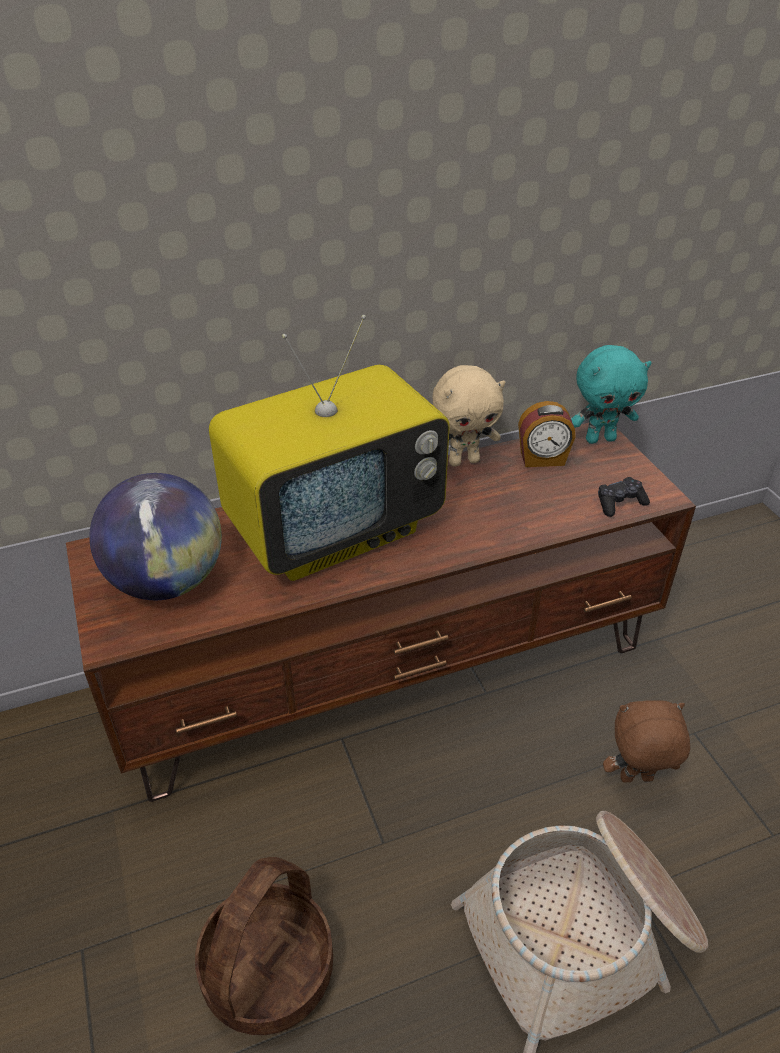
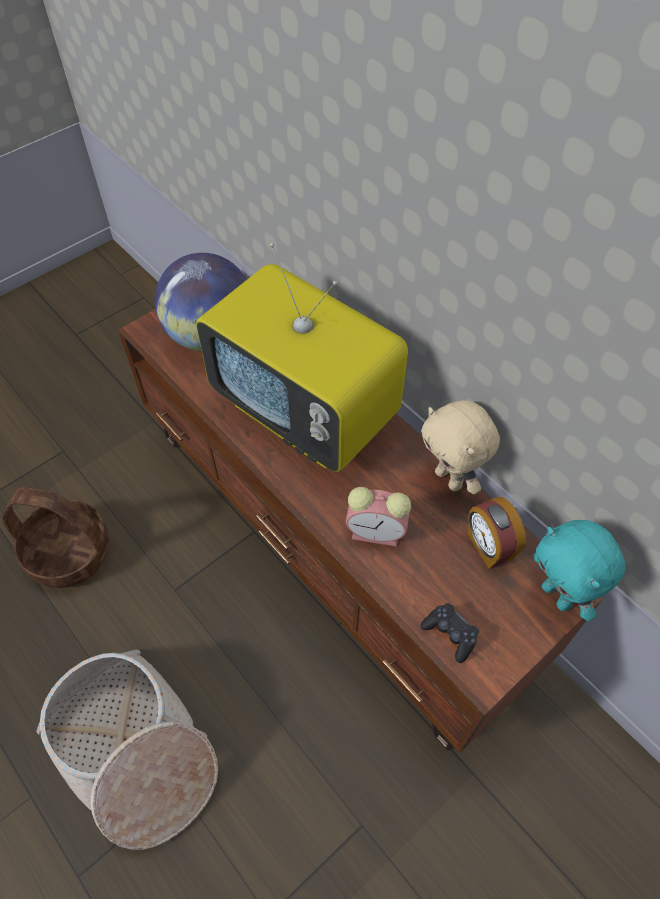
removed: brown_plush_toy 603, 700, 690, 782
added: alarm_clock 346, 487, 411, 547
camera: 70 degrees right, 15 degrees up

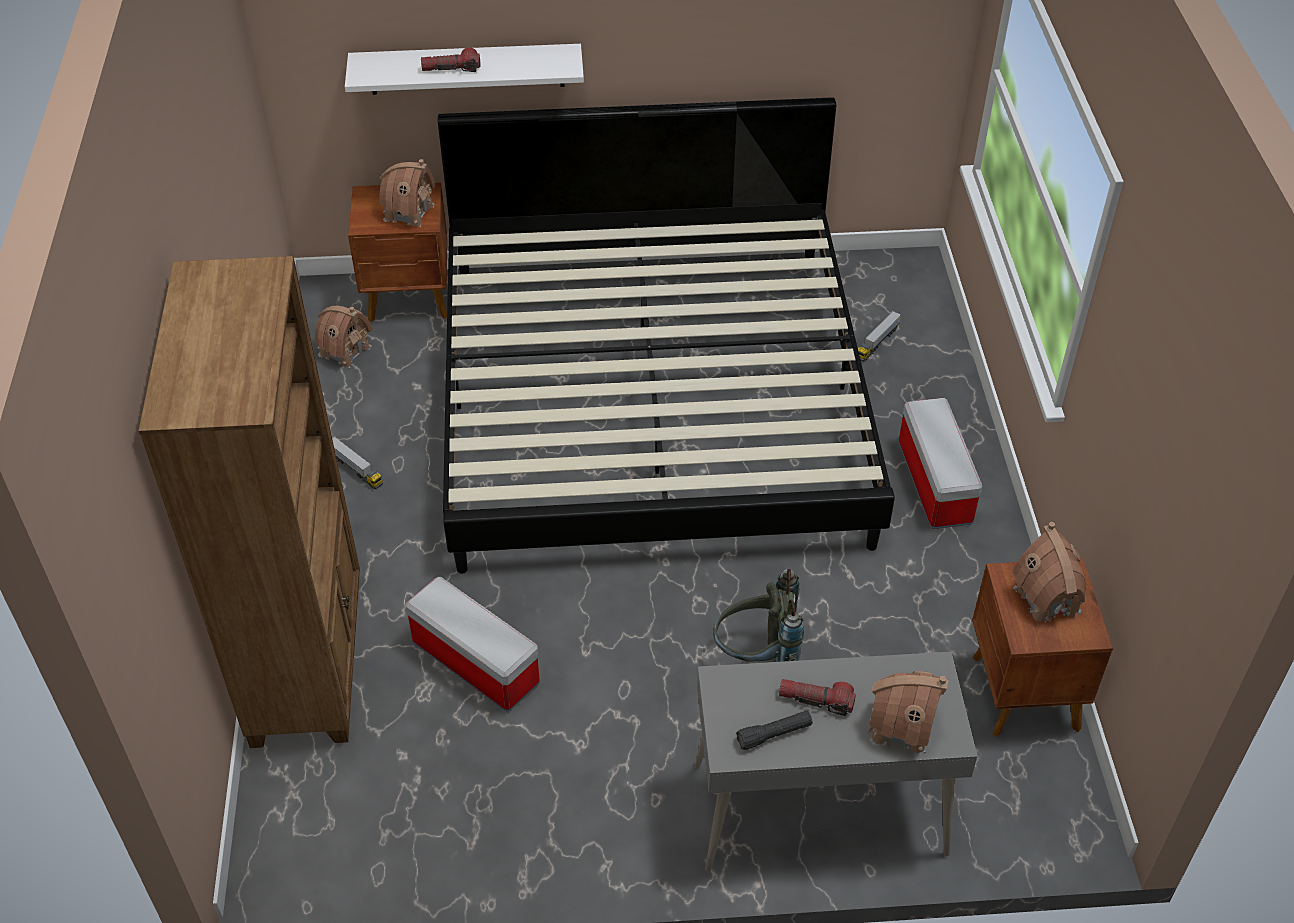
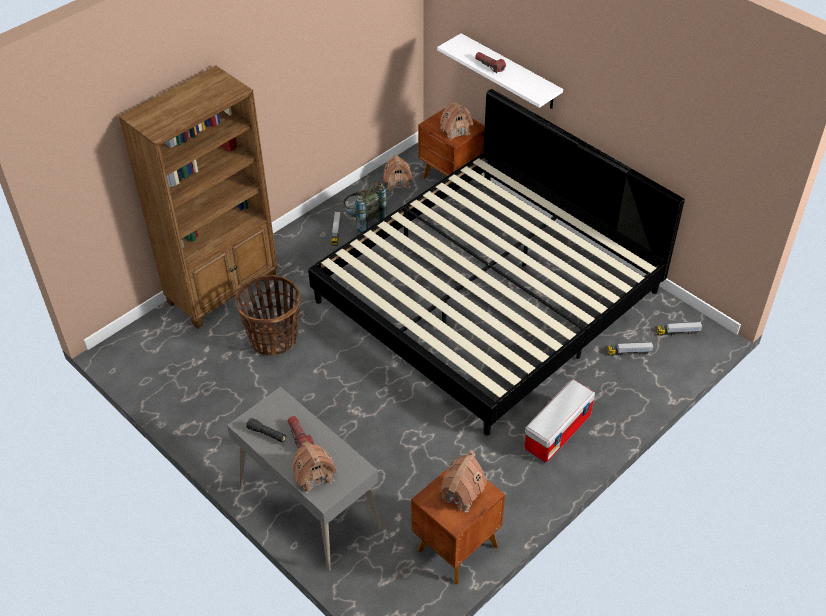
added: toy_truck 656, 322, 702, 336
moved: grey_backpack 713, 569, 804, 662 to 343, 181, 387, 234
replaced: storage_box 406, 577, 540, 711 to basket 235, 275, 300, 355
camera: 50 degrees right, 0 degrees up

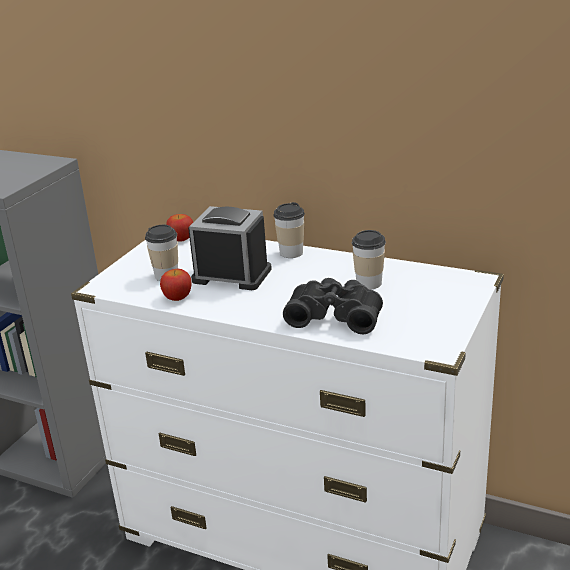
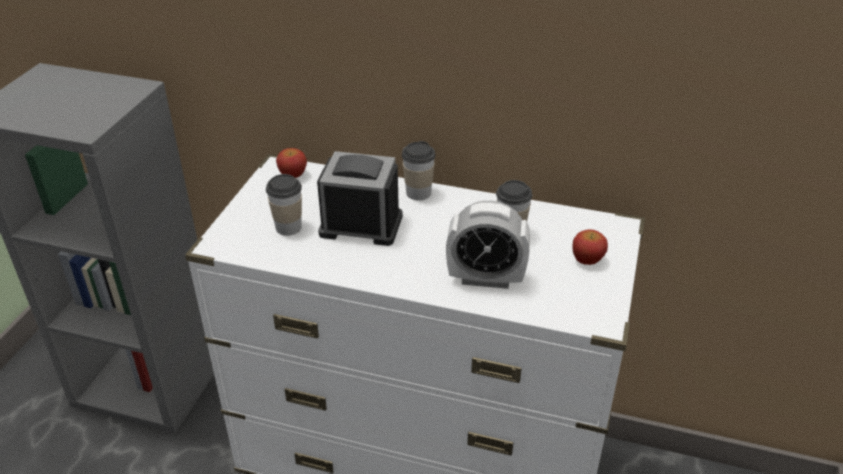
moved: apple 160, 269, 192, 301 to 572, 229, 608, 265
replaced: black_binoculars 283, 278, 383, 334 to alarm_clock 446, 201, 530, 289
camera: 10 degrees left, 10 degrees up

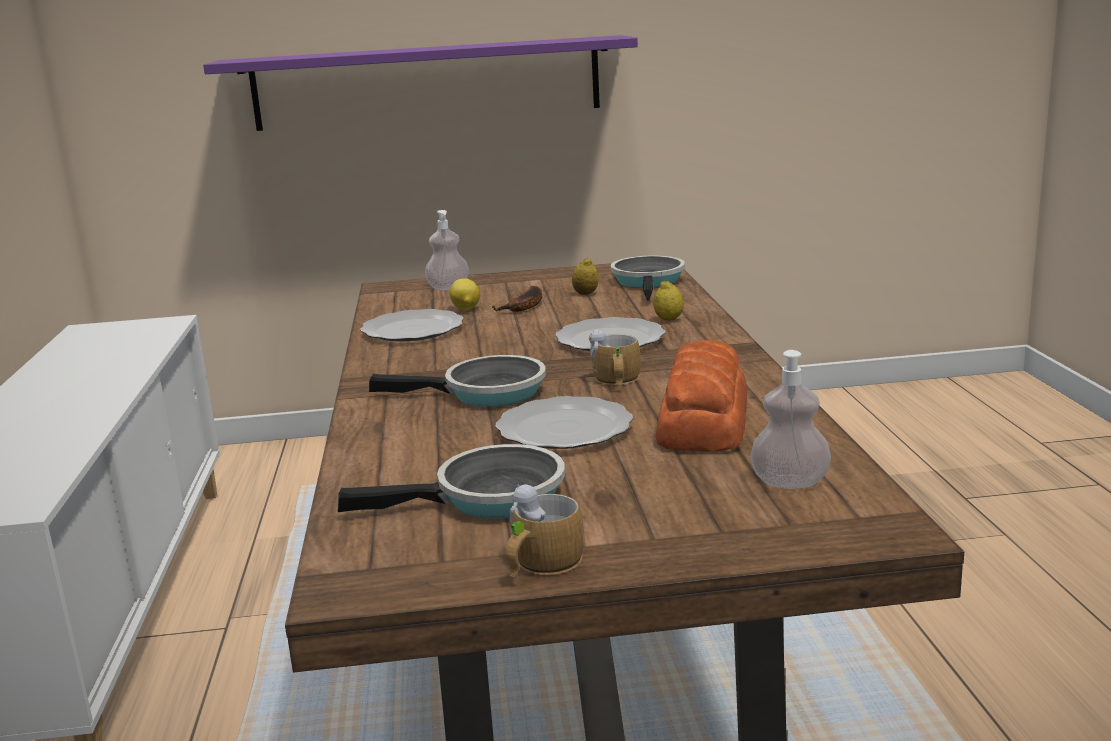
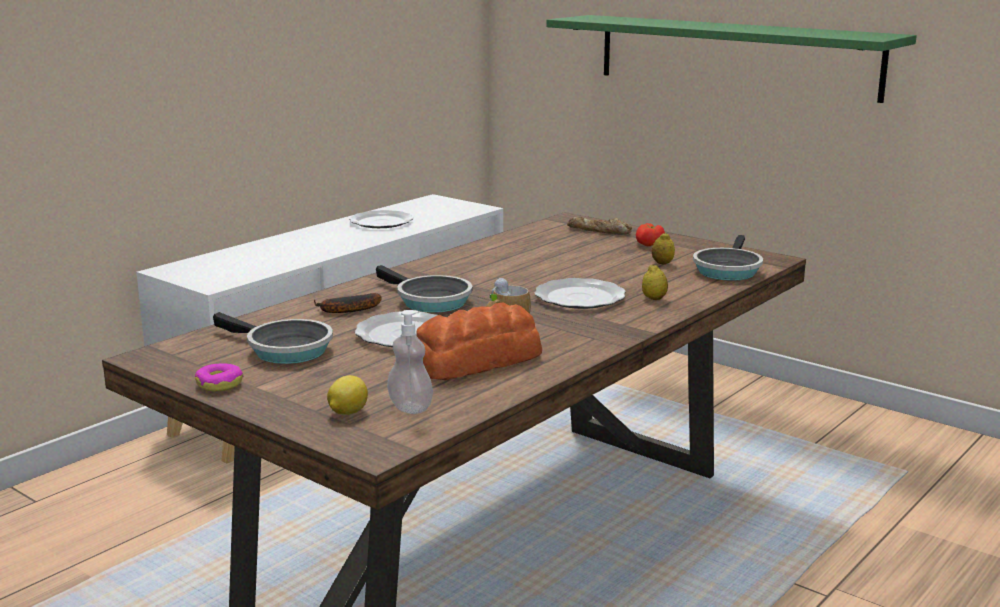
added: tomato 636, 223, 665, 246
moved: lemon 449, 278, 480, 310 to 327, 375, 368, 415; banana 492, 286, 542, 312 to 314, 293, 382, 313; plate 361, 309, 464, 341 to 349, 210, 414, 228
replaced: soap_dispenser 425, 210, 469, 290 to bread 567, 217, 632, 235; mug 505, 484, 584, 578 to donut 195, 363, 243, 392
recoloured: purple_shelf 203, 35, 638, 131 to green_shelf 546, 15, 917, 103
turned: frying_pan 611, 255, 685, 301 = 693, 235, 763, 281 150 degrees clockwise
camera: 45 degrees right, 0 degrees up

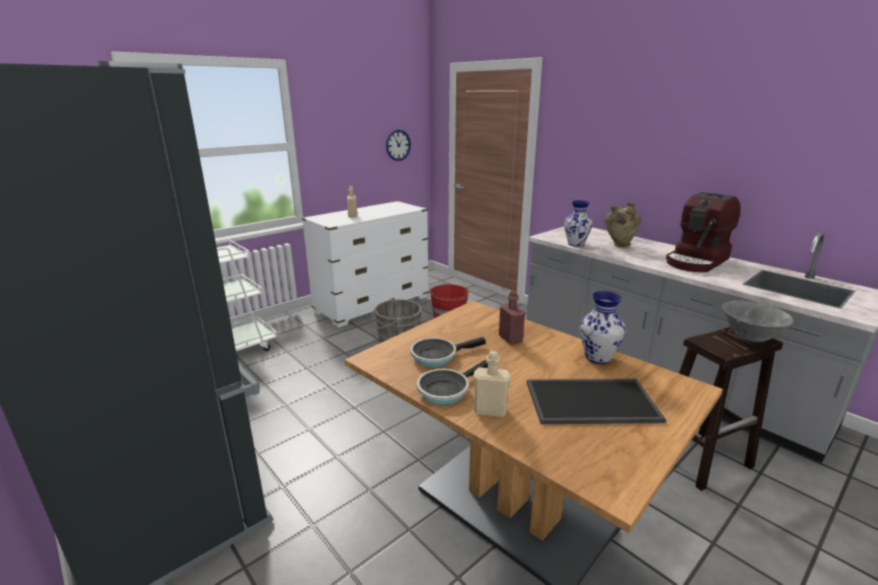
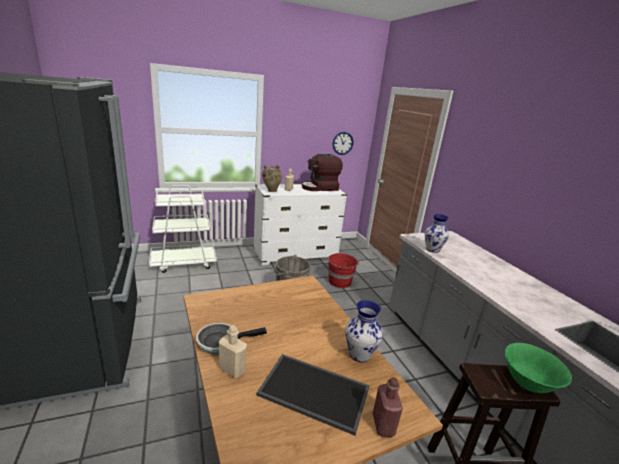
removed: frying_pan 410, 337, 486, 367
moved: coffee_machine 666, 192, 741, 272 to 302, 154, 343, 191; beige_vase 605, 202, 641, 247 to 262, 165, 282, 192; red_bottle 499, 290, 525, 345 to 373, 377, 403, 437
recoloured: grey_bowl 723, 300, 794, 342 to green_bowl 505, 343, 572, 393
camera: 20 degrees right, 0 degrees up

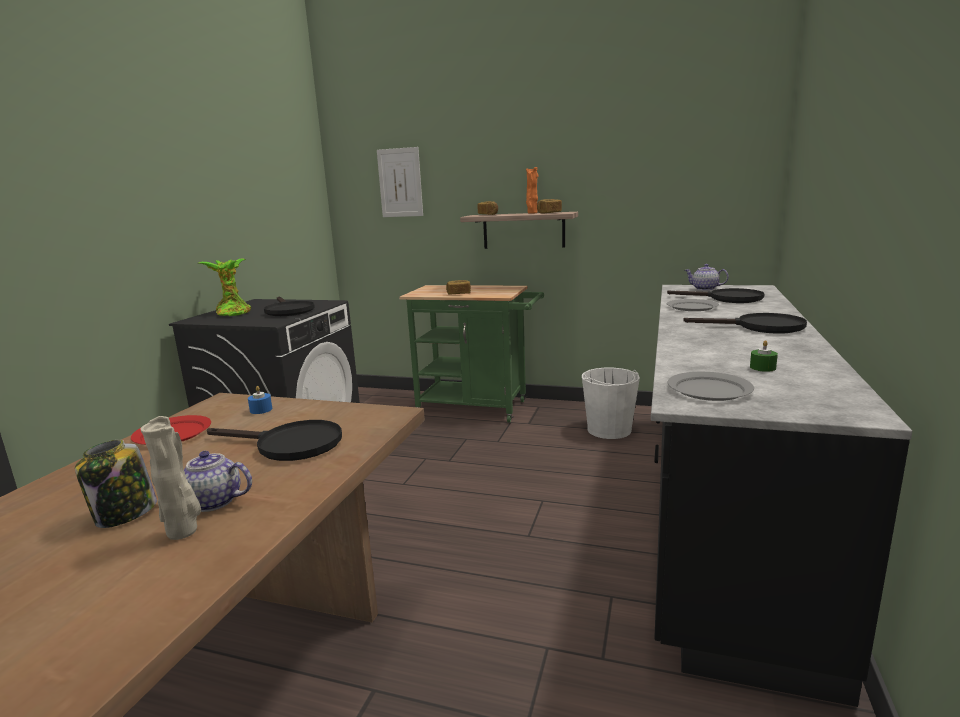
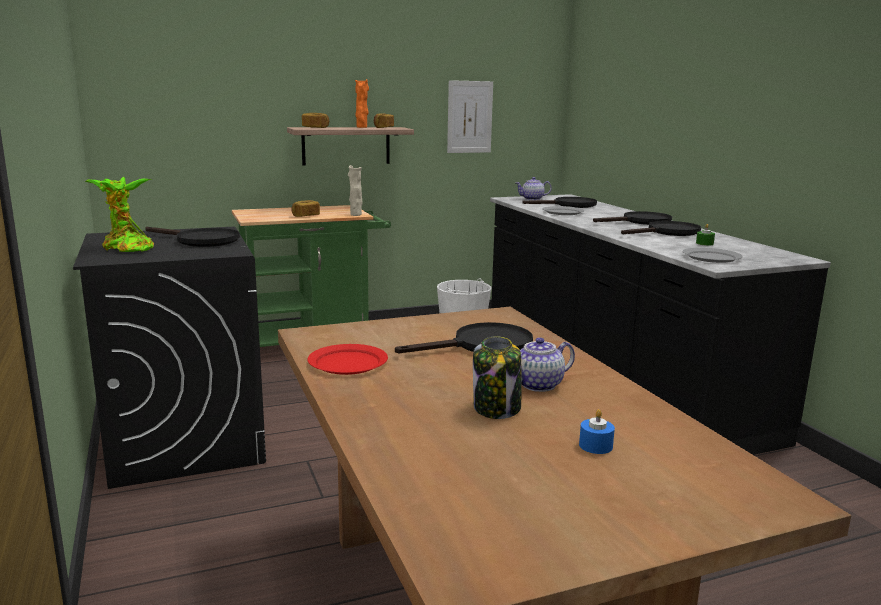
added: black_frying_pan 621, 221, 701, 236
moved: picture 377, 147, 423, 217 to 447, 80, 493, 153; blue_candle 248, 386, 272, 414 to 579, 409, 615, 454; beige_vase 140, 416, 201, 540 to 348, 165, 363, 216
camera: 40 degrees left, 0 degrees up

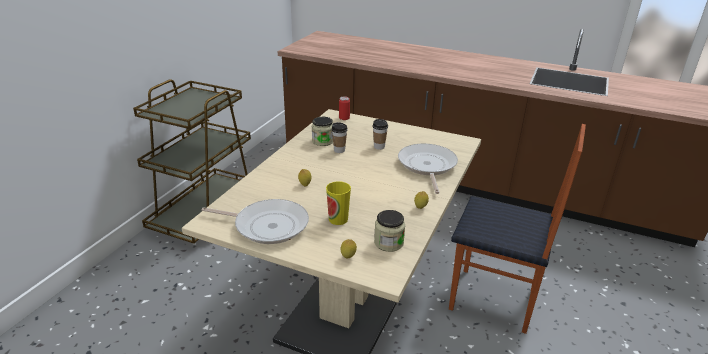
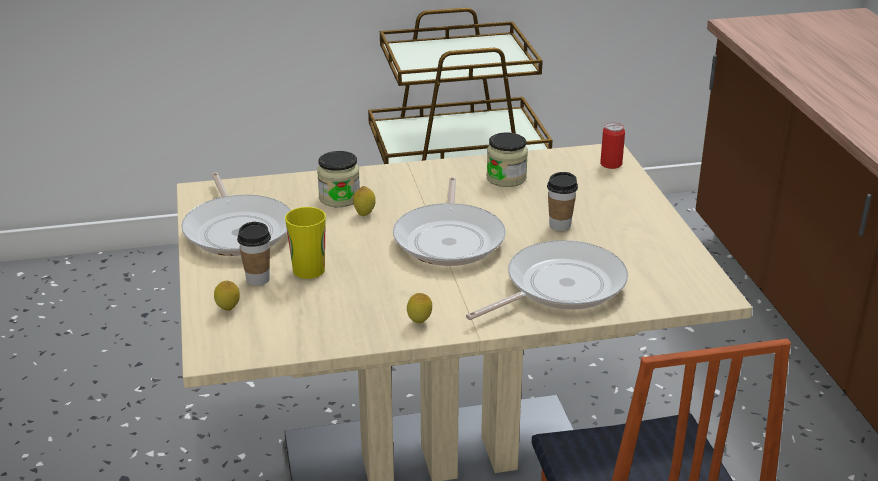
added: frying_pan 393, 177, 506, 266
moved: cup 332, 122, 348, 153 to 237, 222, 271, 286; jar 374, 210, 405, 252 to 317, 151, 360, 207
camera: 55 degrees right, 0 degrees up

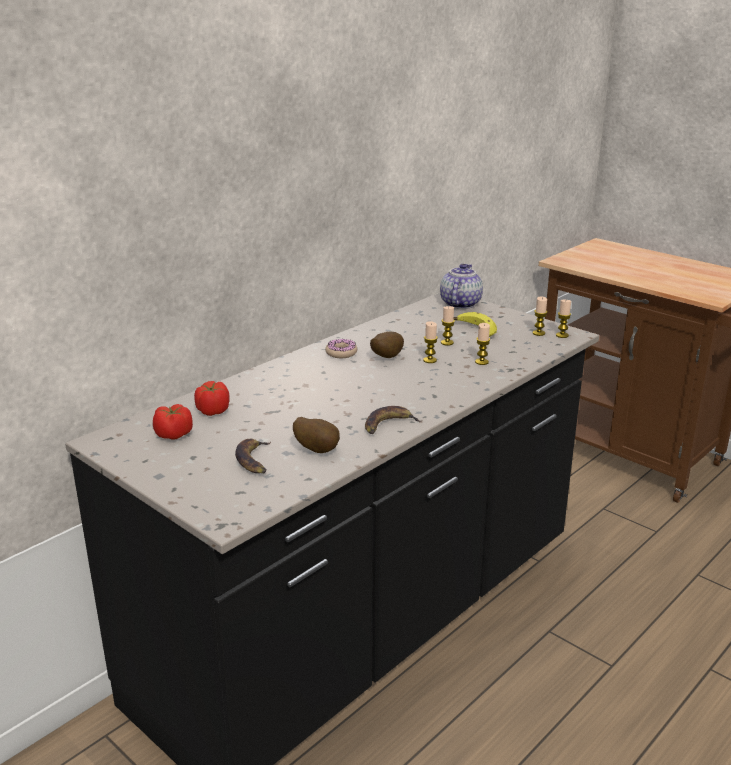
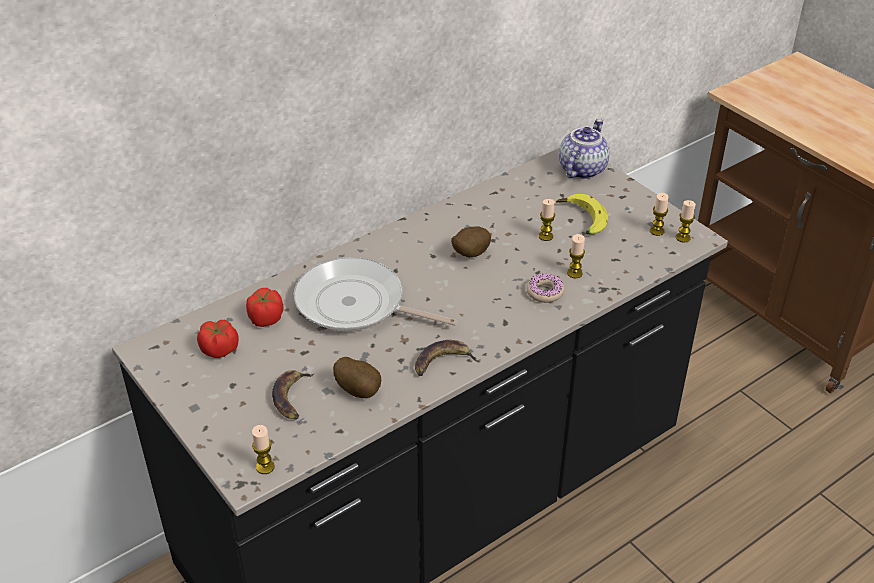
added: frying_pan 294, 257, 457, 331
moved: candle 423, 321, 438, 363 to 252, 425, 275, 474; donut 325, 339, 357, 358 to 526, 274, 564, 303
camera: 10 degrees right, 15 degrees up

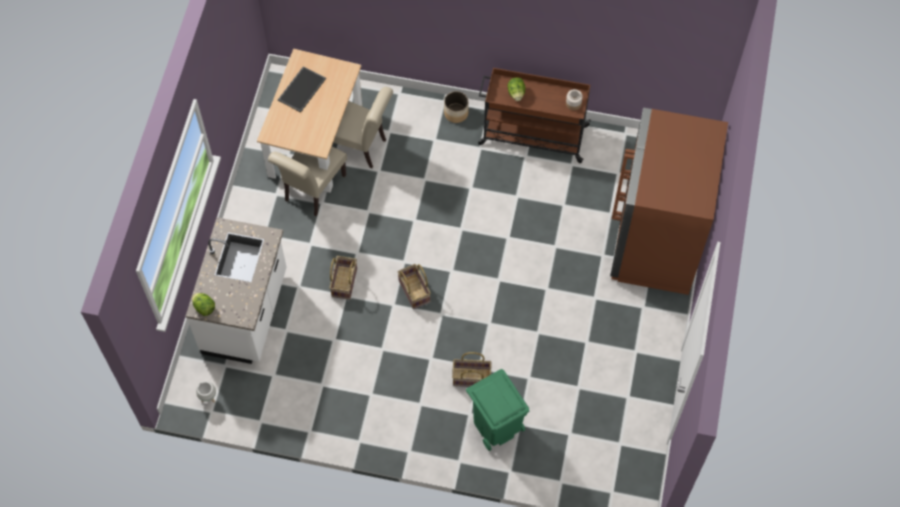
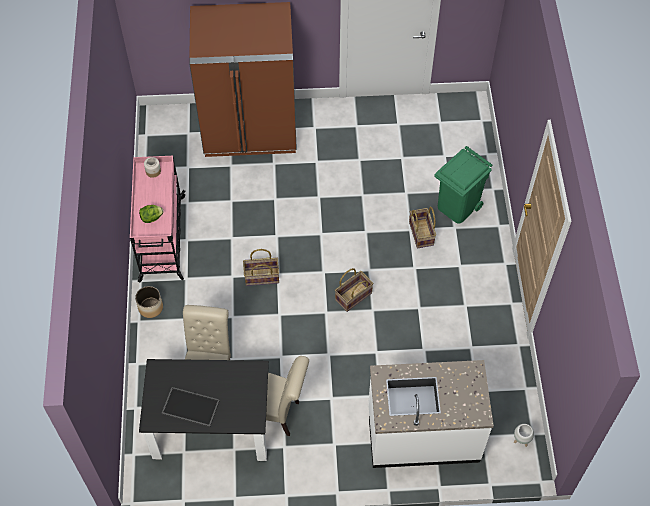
removed: lettuce 192, 293, 215, 316
moved: basket 330, 256, 357, 300 to 243, 249, 279, 286
recoloured: beige_dining_table 257, 48, 362, 193 to black_dining_table 139, 359, 269, 461; brown_cart 478, 68, 591, 163 to pink_cart 130, 156, 186, 282
camera: 105 degrees left, 5 degrees down

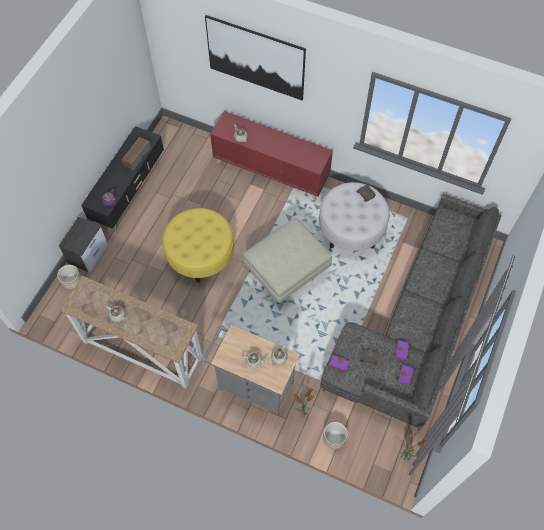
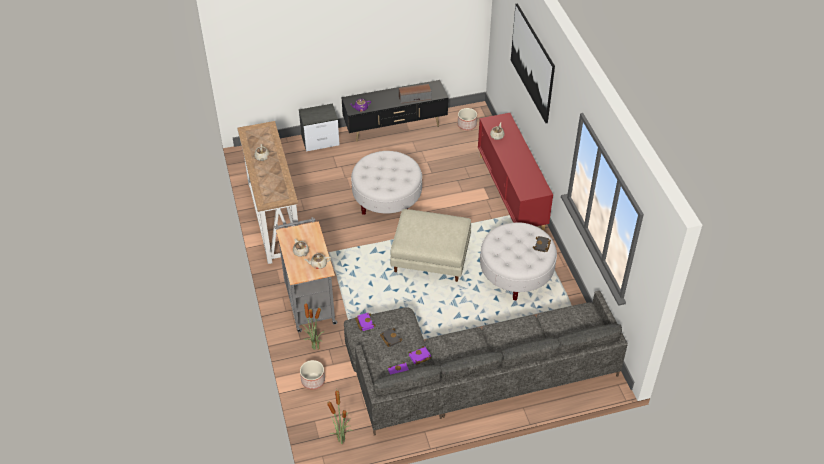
moved: planter 57, 265, 81, 290 to 458, 108, 477, 131
recoloured: yellow_ottoman 162, 208, 234, 283 to white_ottoman 351, 151, 422, 215
camera: 50 degrees right, 15 degrees down

